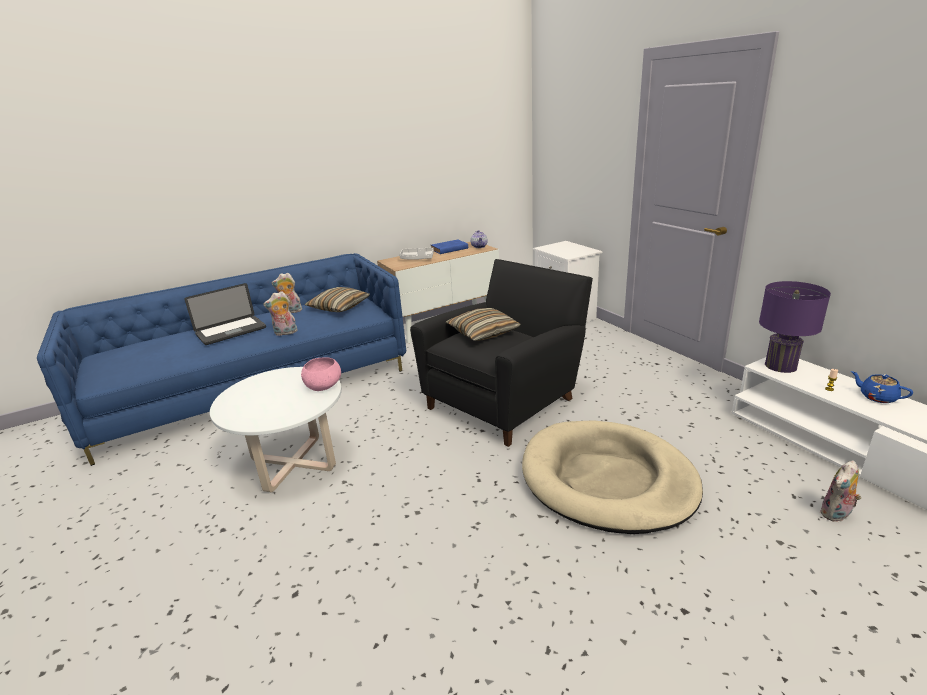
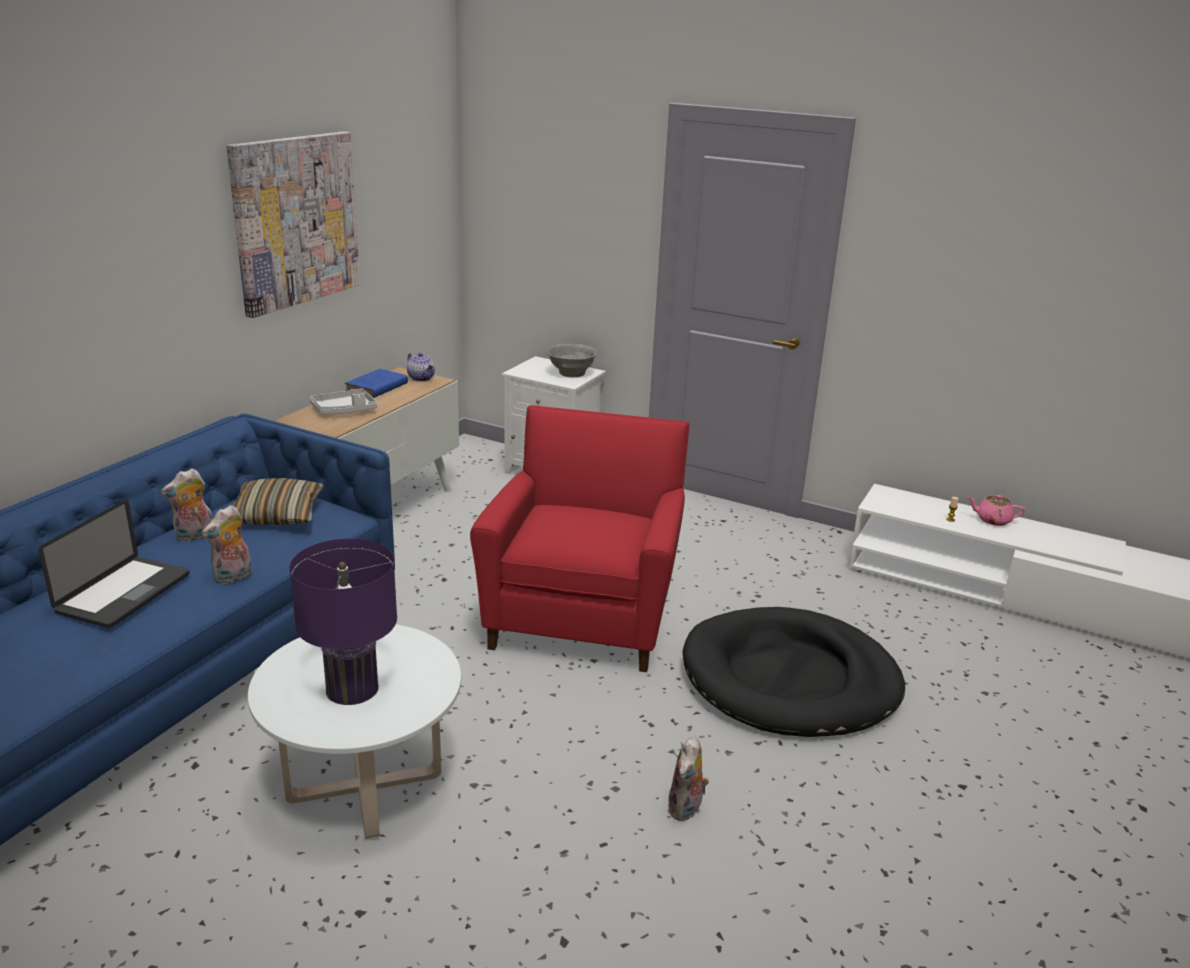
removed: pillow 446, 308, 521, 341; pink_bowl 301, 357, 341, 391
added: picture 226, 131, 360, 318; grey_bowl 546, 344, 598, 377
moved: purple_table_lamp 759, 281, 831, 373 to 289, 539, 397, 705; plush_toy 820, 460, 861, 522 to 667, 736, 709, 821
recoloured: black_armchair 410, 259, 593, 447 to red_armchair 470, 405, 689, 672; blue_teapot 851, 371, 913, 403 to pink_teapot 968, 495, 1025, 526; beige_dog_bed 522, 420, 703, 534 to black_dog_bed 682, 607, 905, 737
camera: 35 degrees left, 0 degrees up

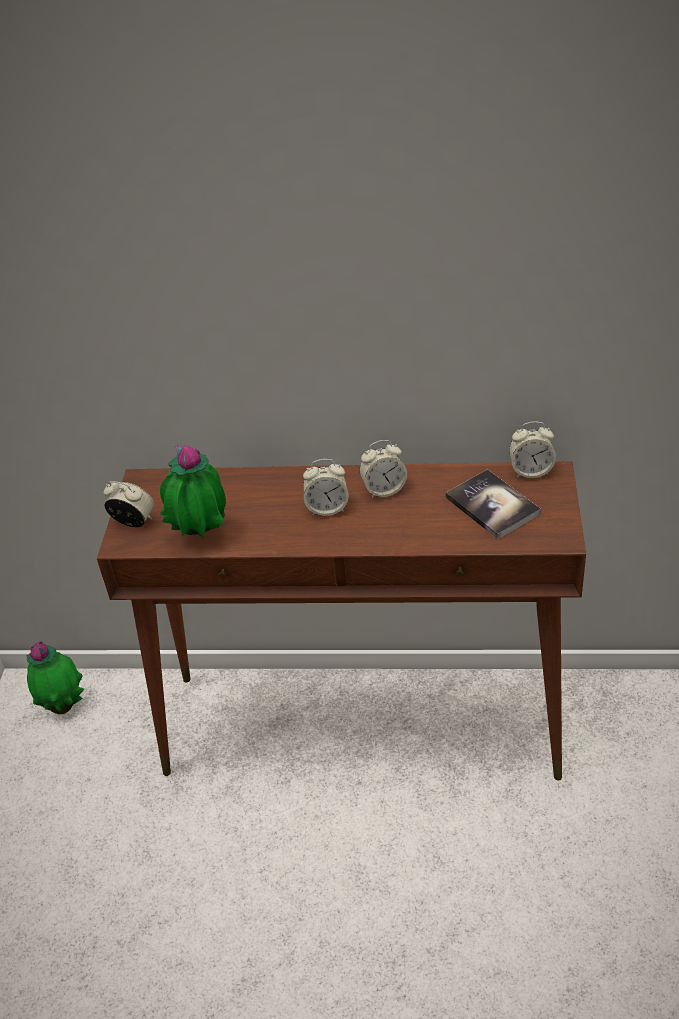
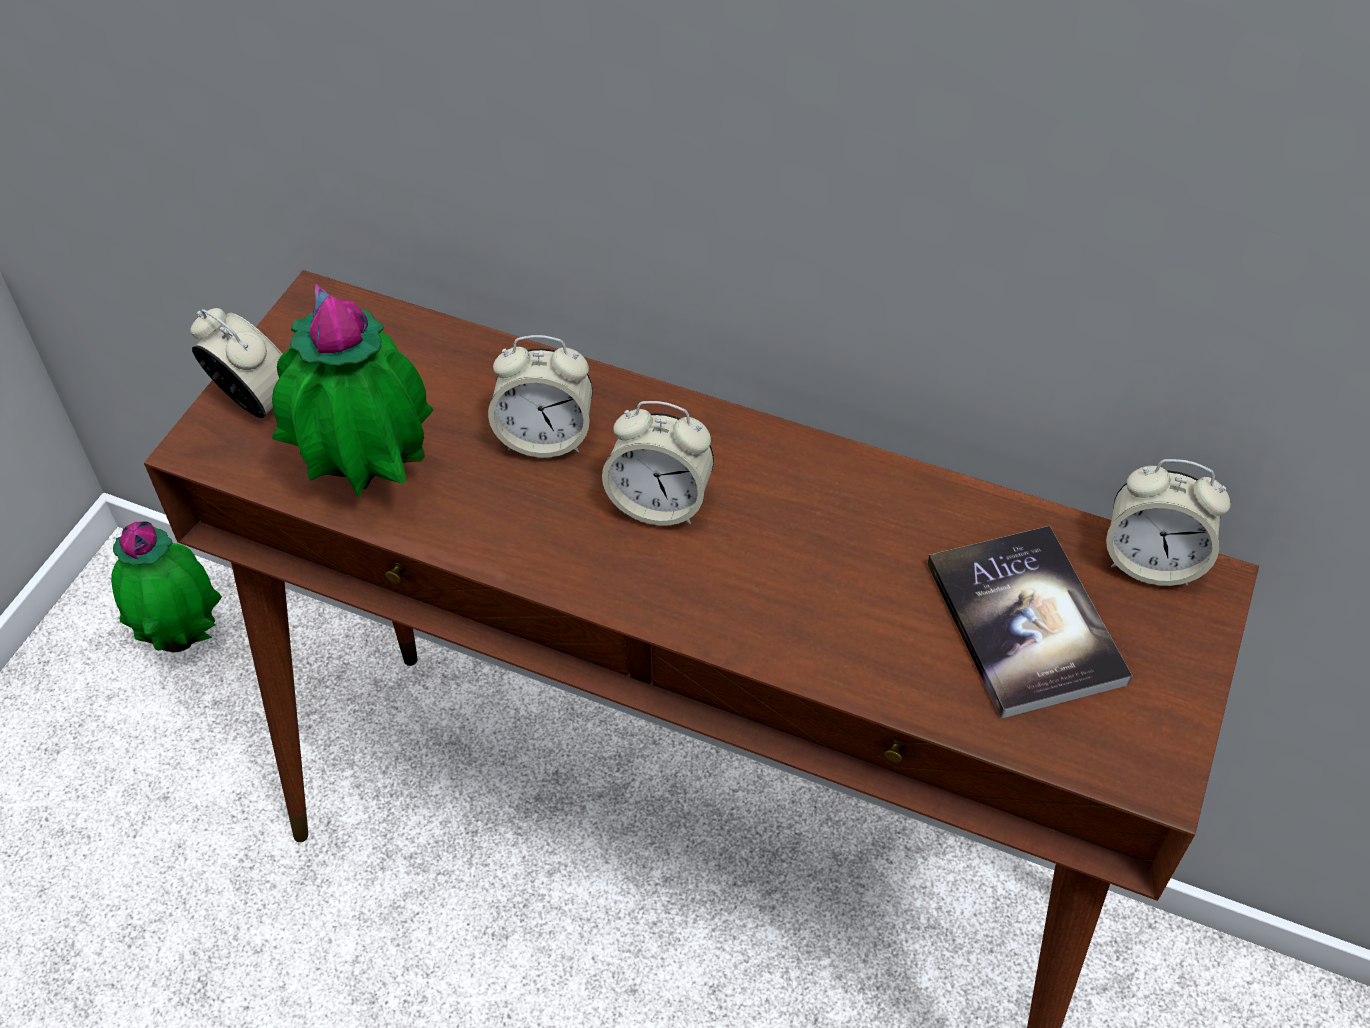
moved: alarm_clock 359, 440, 407, 498 to 488, 335, 593, 458
camera: 15 degrees right, 10 degrees up

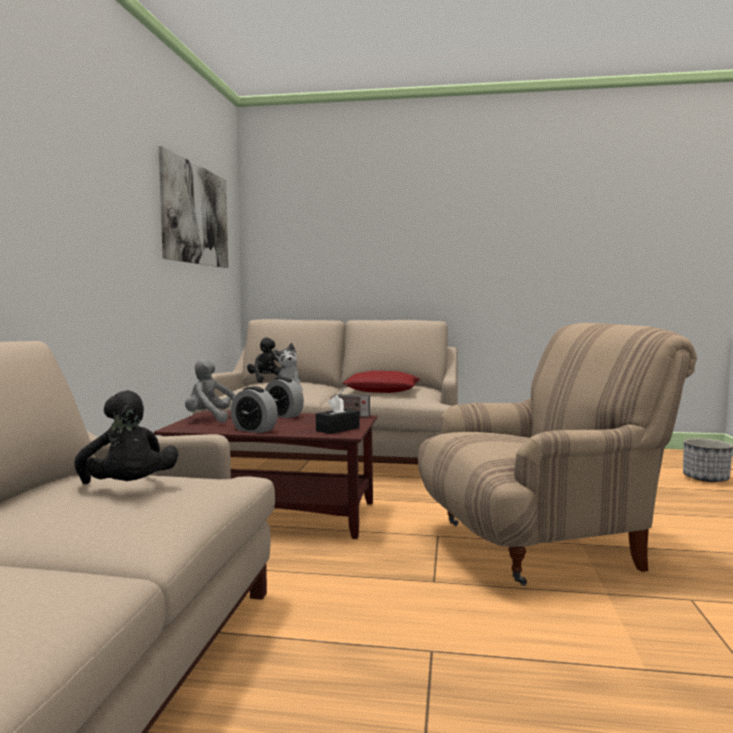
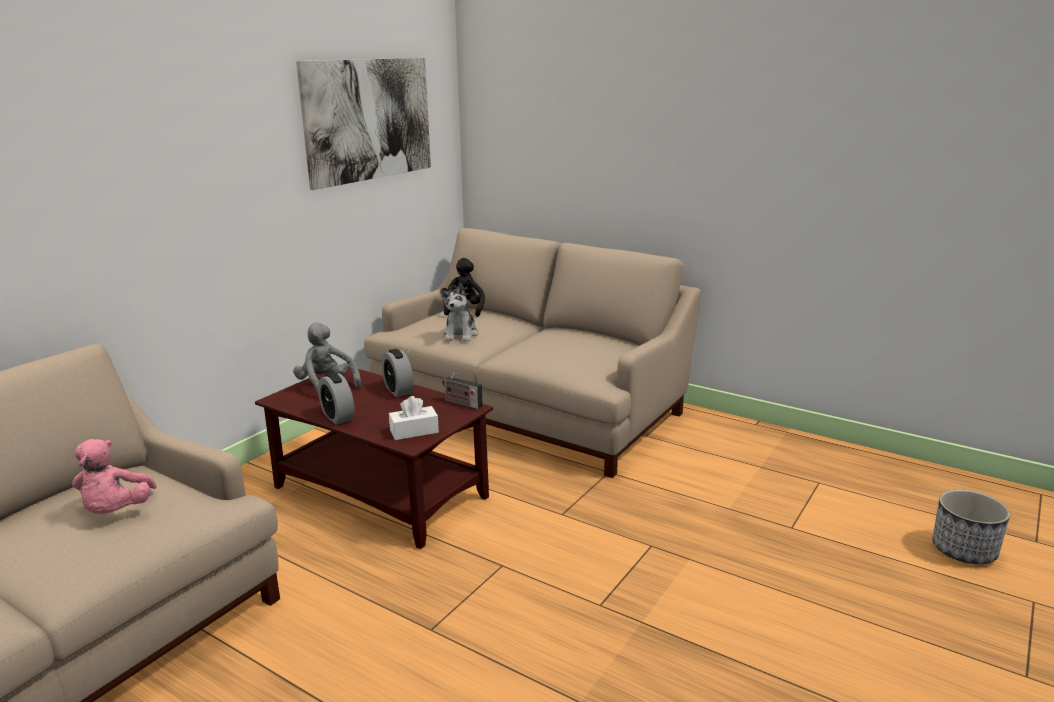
removed: beige_armchair 418, 323, 697, 586; red_pillow 343, 371, 420, 393
recoloured: black_plush_toy 74, 390, 178, 484 to pink_plush_toy 72, 439, 157, 514; black_tissue_box 316, 395, 359, 434 to white_tissue_box 389, 396, 439, 440
camera: 25 degrees right, 15 degrees up

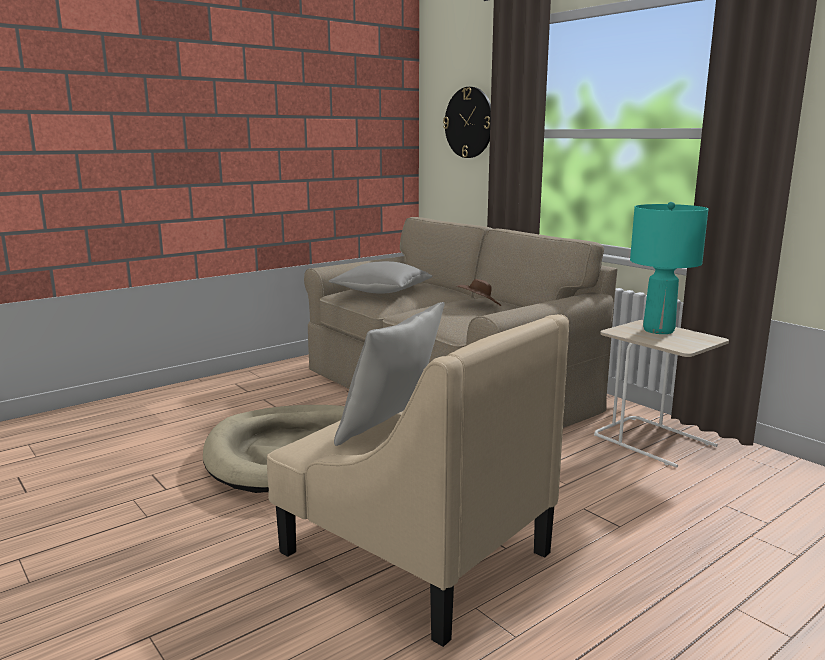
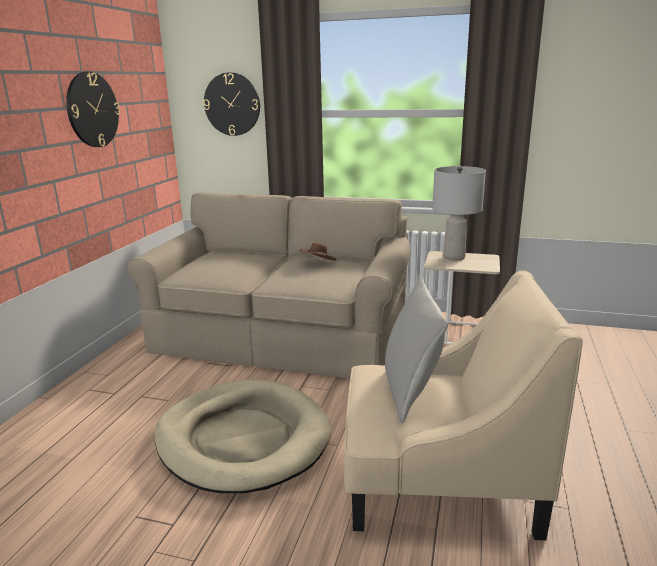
removed: grey_pillow 329, 261, 432, 294
added: wall_clock 66, 72, 120, 147
recoloured: turquoise_table_lamp 630, 202, 708, 334 to grey_table_lamp 432, 166, 486, 261
camera: 35 degrees left, 5 degrees up

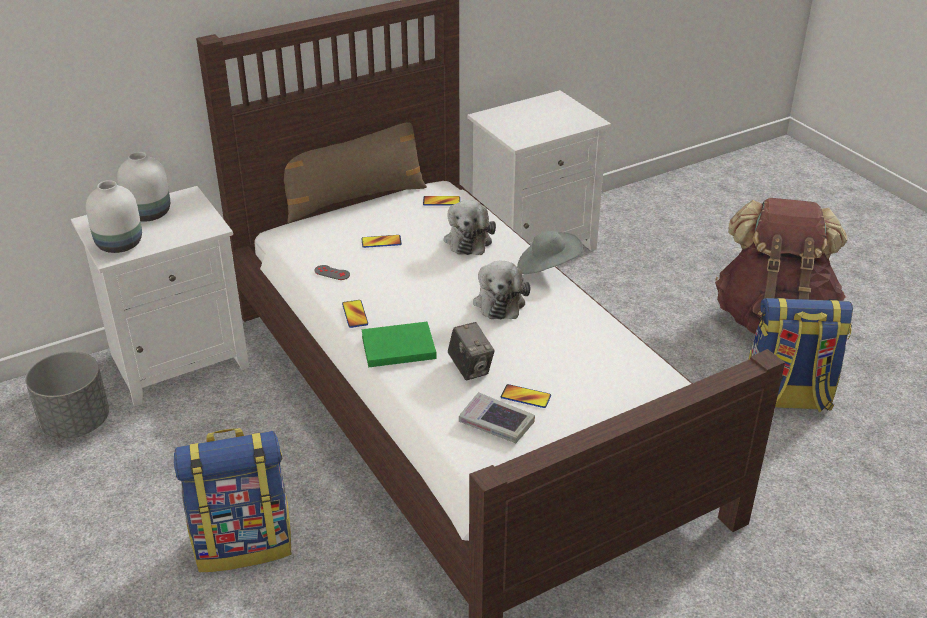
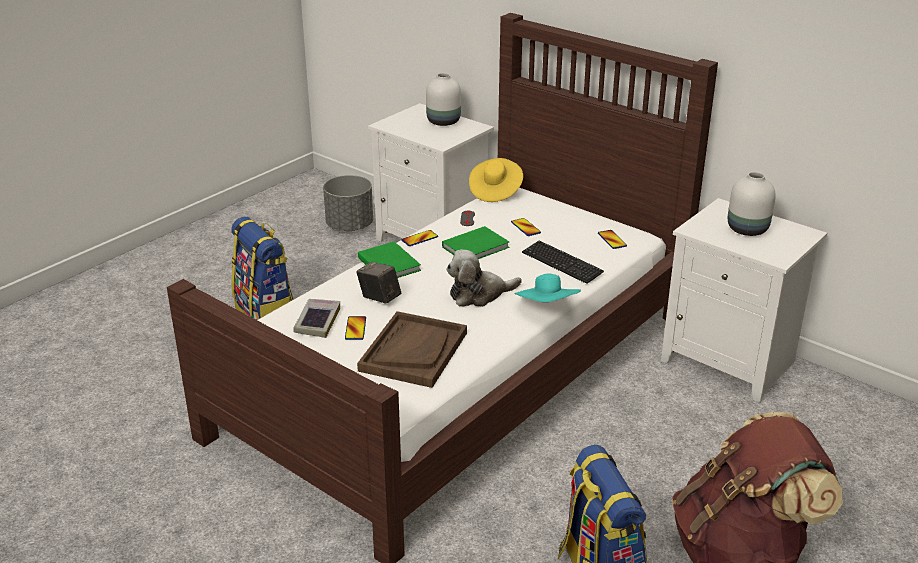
removed: brown_pillow 284, 122, 427, 223
added: yellow_hat 469, 158, 523, 202; green_book 442, 226, 509, 259; brown_tray 357, 311, 467, 388
moved: white_vase 86, 180, 142, 253 to 728, 172, 776, 236
replaced: plush_toy 444, 200, 496, 255 to keyboard 522, 241, 604, 284
recoloured: grey_hat 517, 231, 583, 274 to turquoise_hat 514, 273, 581, 302
turned: photo_camera 448, 322, 495, 380 = 356, 262, 401, 304 90 degrees clockwise
camera: 70 degrees right, 5 degrees down

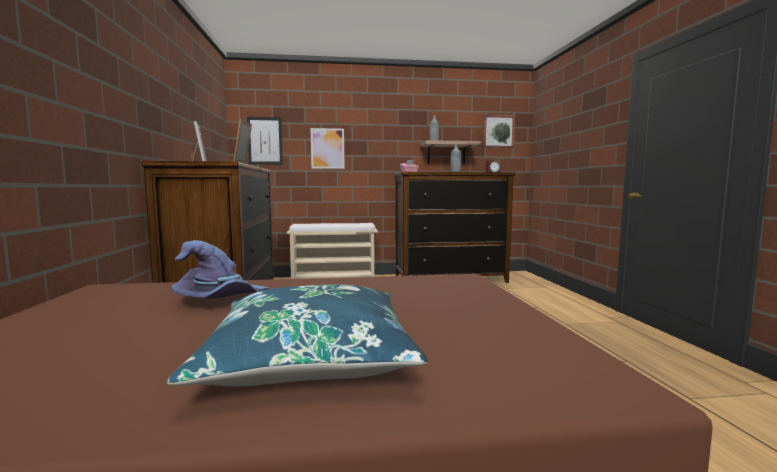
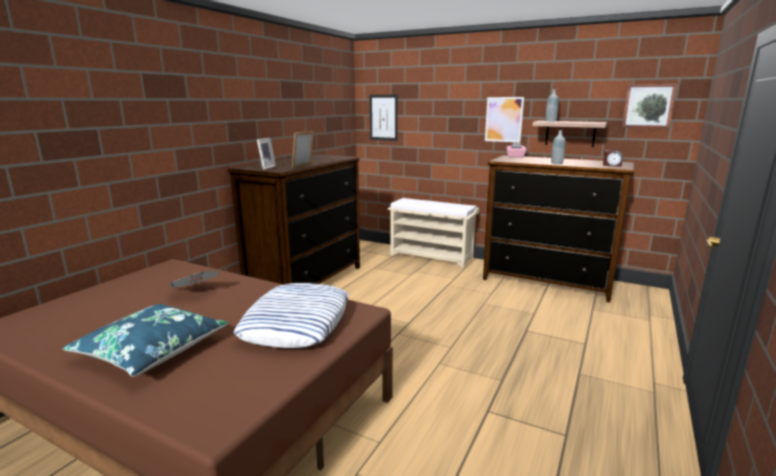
added: pillow 234, 283, 349, 348
moved: picture 311, 128, 345, 169 to 485, 97, 524, 142
replaced: purple_hat 171, 240, 268, 299 to newspaper 170, 271, 220, 288
camera: 35 degrees right, 10 degrees up

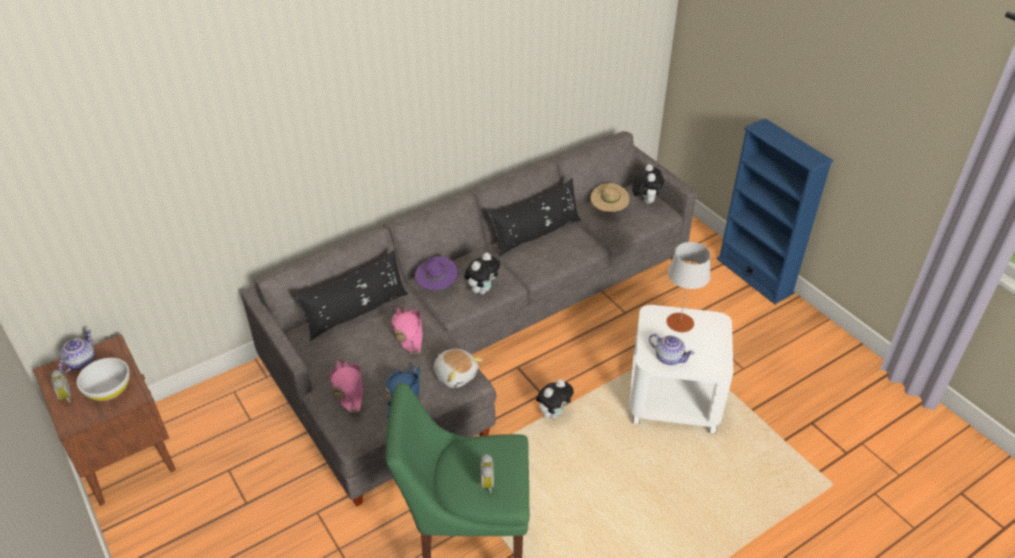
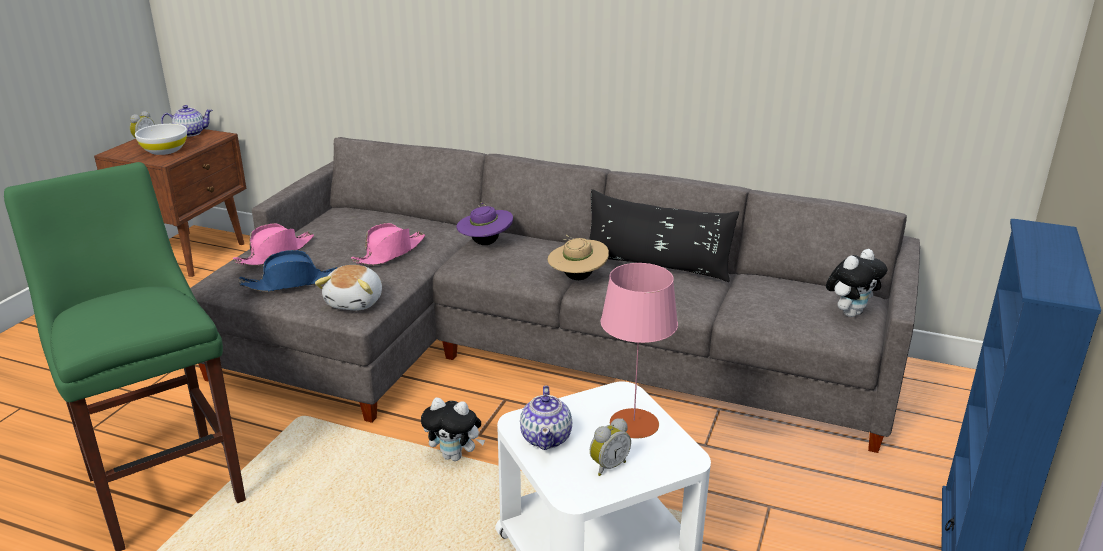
removed: black_pillow 293, 250, 408, 341; plush_toy 464, 253, 500, 294
moved: beige_hat 590, 183, 630, 213 to 547, 235, 609, 280; alarm_clock 478, 454, 494, 494 to 590, 418, 631, 476
recoloured: grey_table_lamp 666, 242, 711, 332 to pink_table_lamp 601, 263, 678, 438
camera: 55 degrees right, 15 degrees down

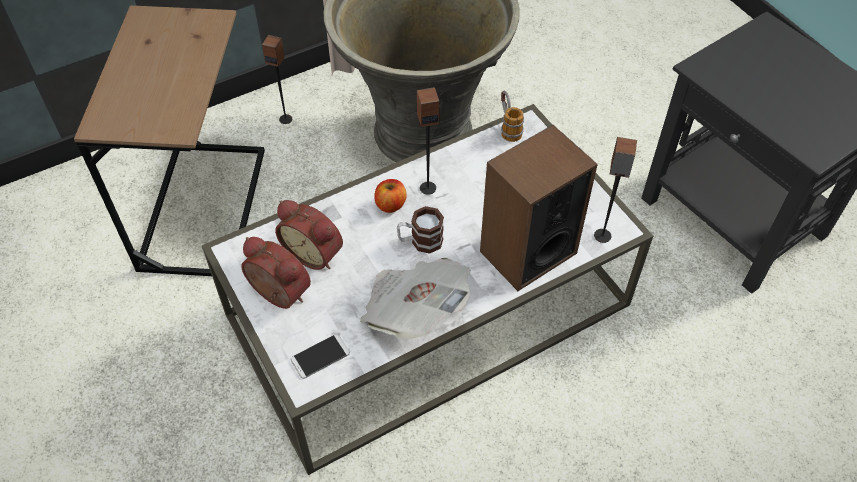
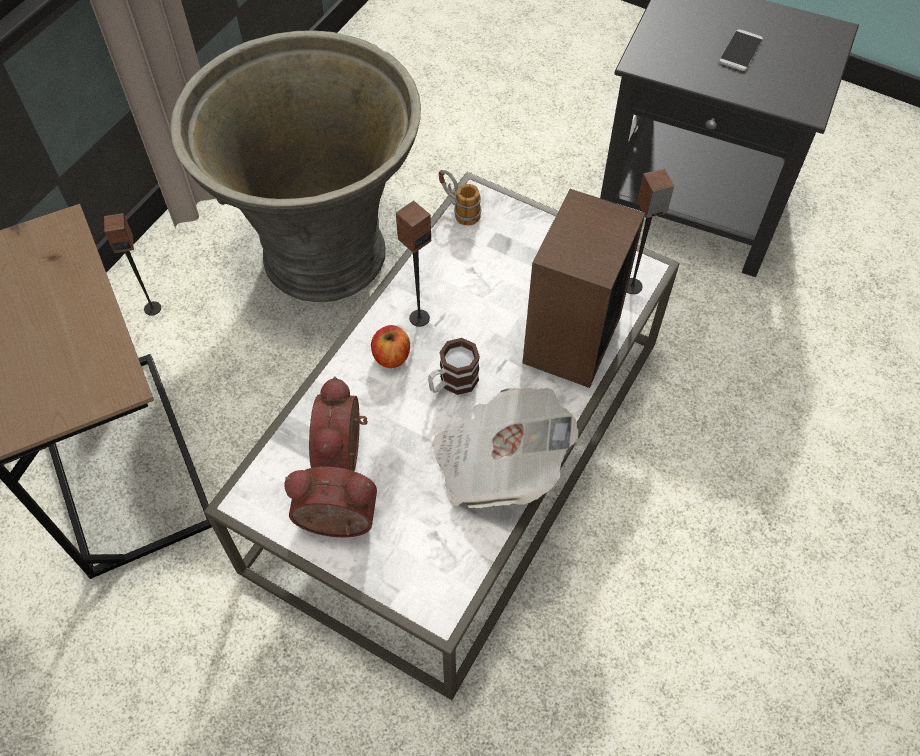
moved: phone 291, 334, 350, 379 to 719, 29, 763, 71
turned: alarm_clock 275, 200, 343, 270 = 309, 376, 368, 471 90 degrees clockwise
camera: 30 degrees left, 5 degrees up

